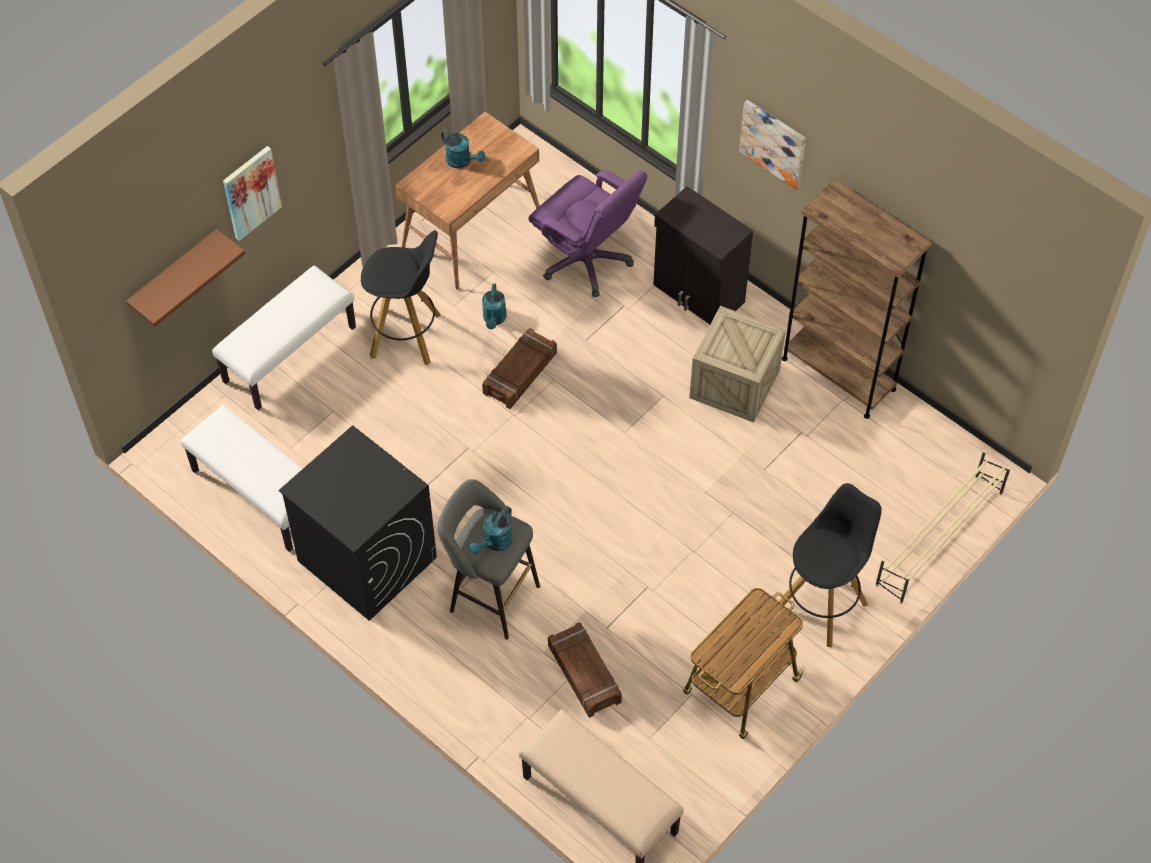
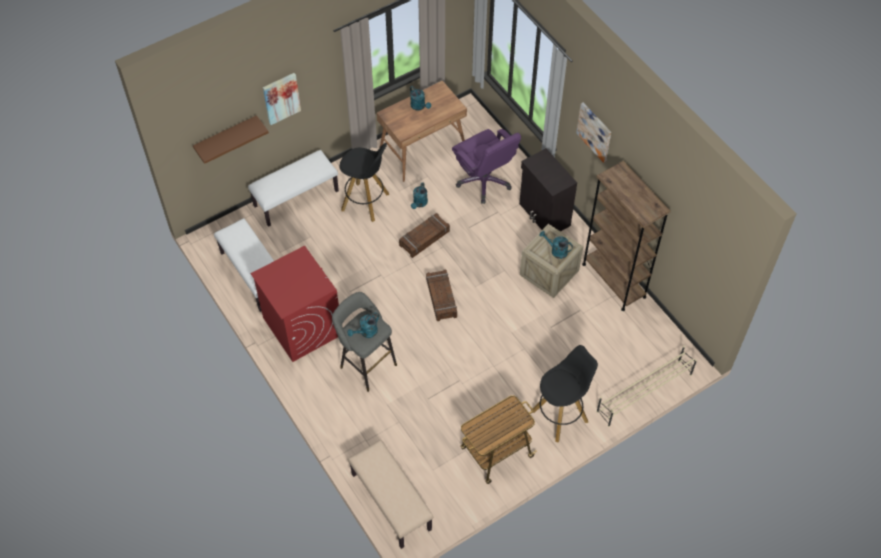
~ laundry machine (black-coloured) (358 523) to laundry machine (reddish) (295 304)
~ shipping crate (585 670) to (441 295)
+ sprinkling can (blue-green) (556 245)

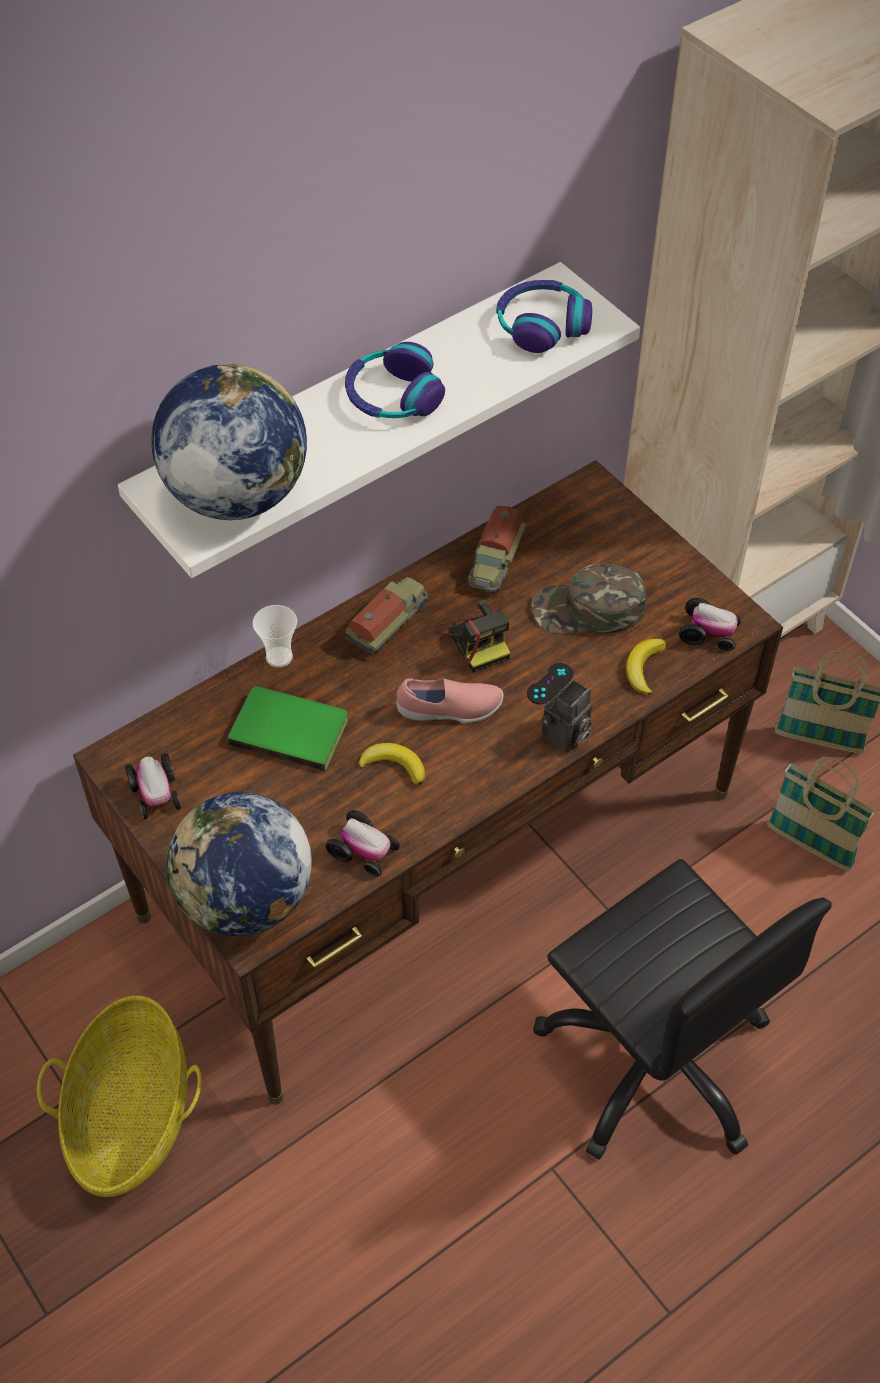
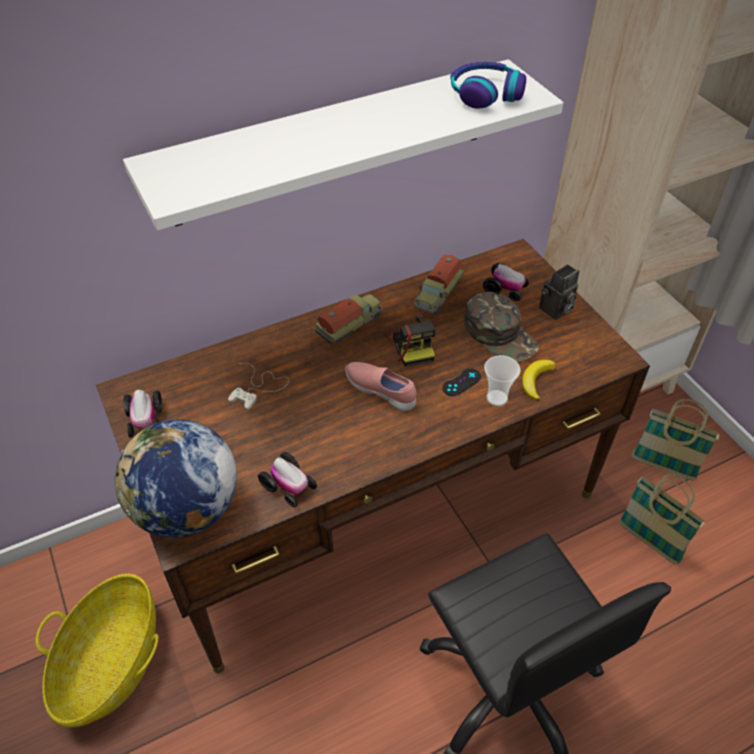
- world globe (229 442)
~ book (green-coloured) (287 729) to joypad (white-coloured) (258 386)
~ drinking cup (275 636) to (502 380)
- headset (395 380)
- banana (391 764)
~ shoe (pinkish) (449 700) = (380 386) 150 degrees counterclockwise
~ peaked cap (green-coloured) (588 598) = (501 327) 135 degrees counterclockwise
~ photo camera (567 716) to (559 292)
~ model car (710 624) to (506 282)

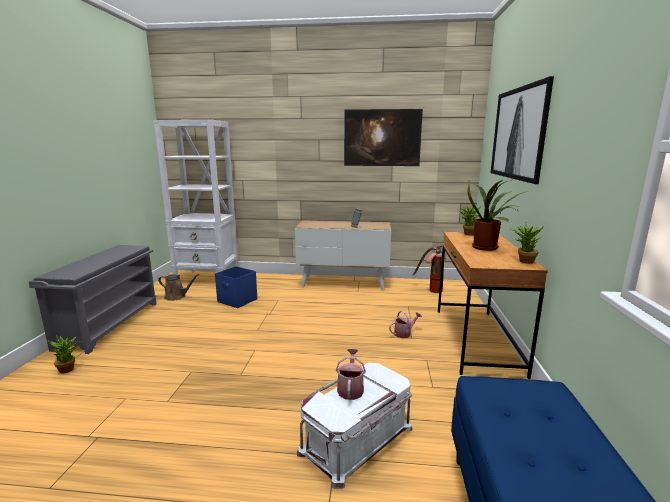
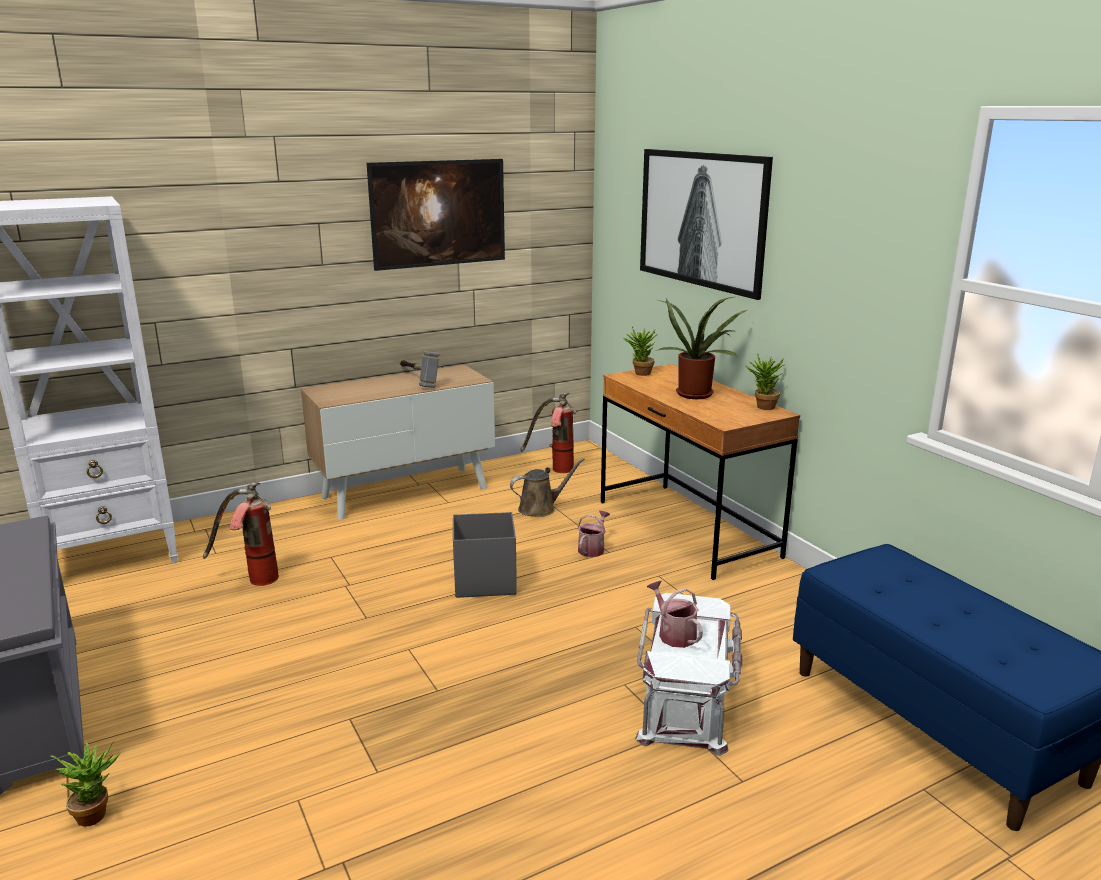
~ sprinkling can (brown-coloured) (178 287) to (547 487)
~ storage container (blue) (236 287) to extinguisher (241 534)
+ storage container (grey) (485 555)

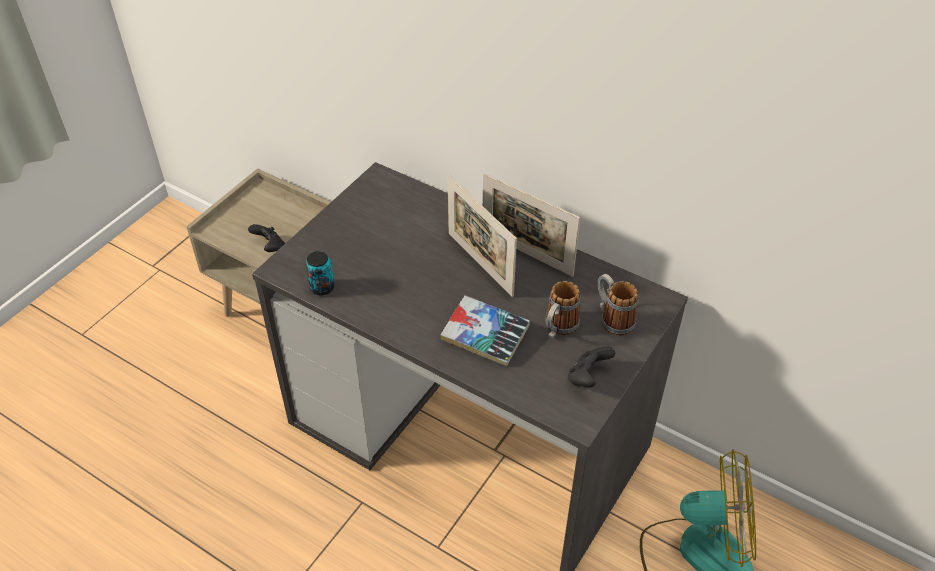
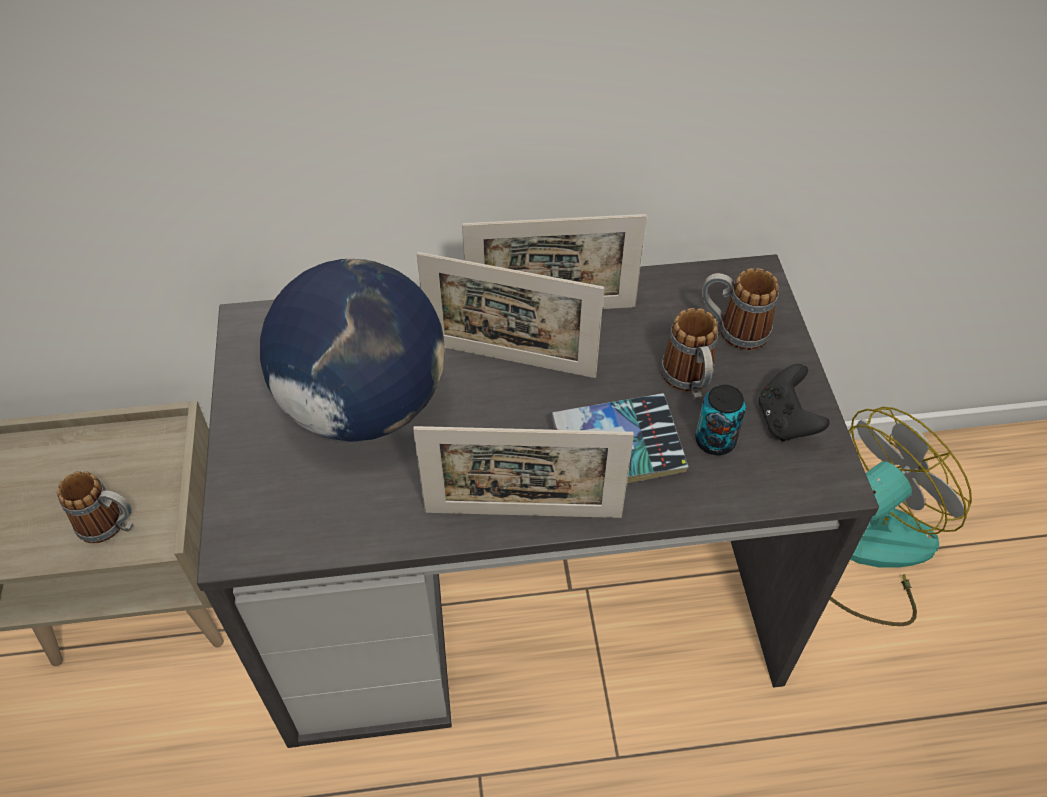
~ joypad (black-coloured) (266 238) to coffee mug (95 507)
~ sealed can (319 273) to (720 419)
+ world globe (352 350)
+ picture frame (523 472)

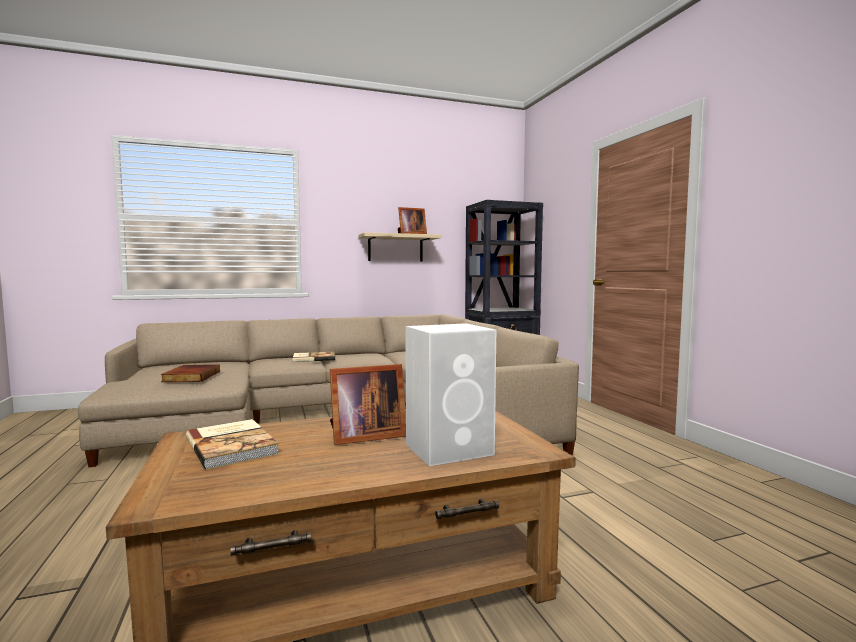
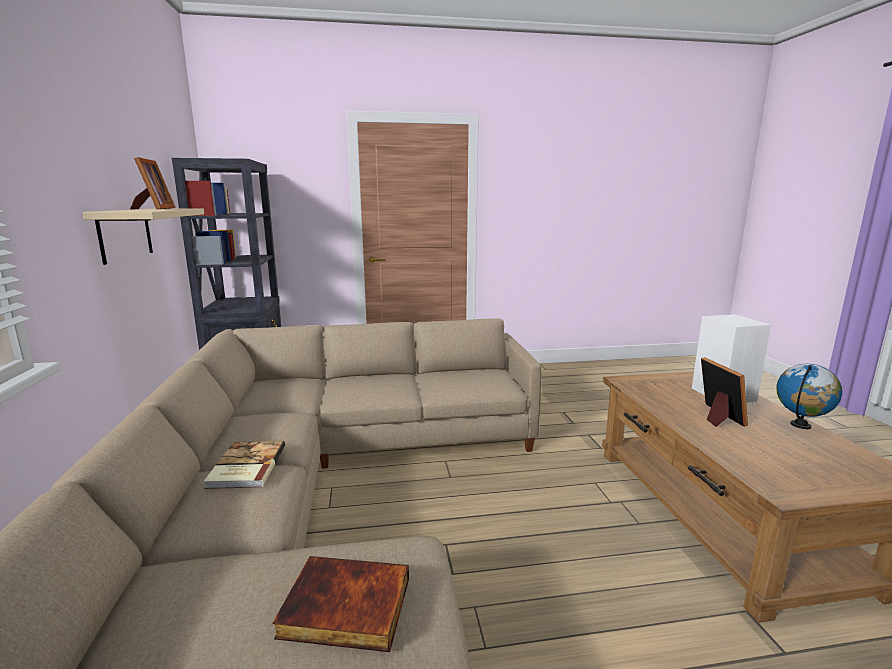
- book (232 444)
+ world globe (809 396)

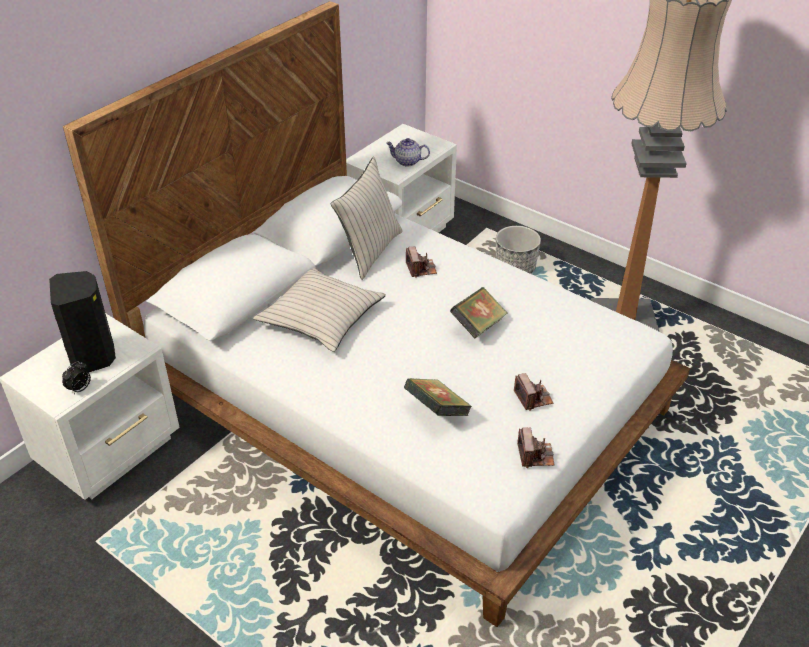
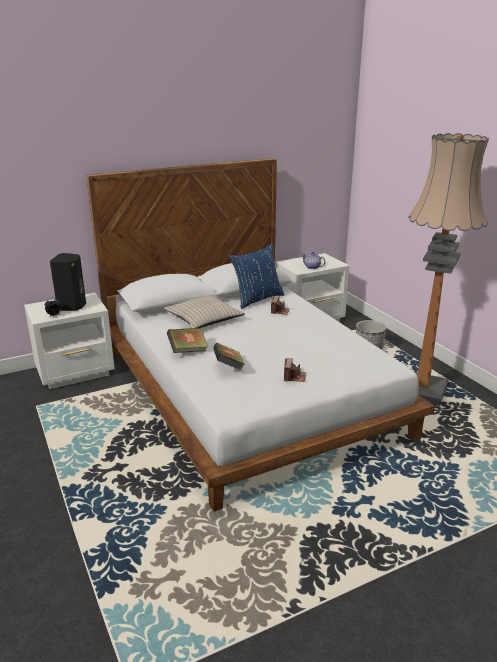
~ cushion (sand-coloured) (367 218) to cushion (blue) (256 276)
~ book (478 313) to (188 340)
- photo camera (536 448)

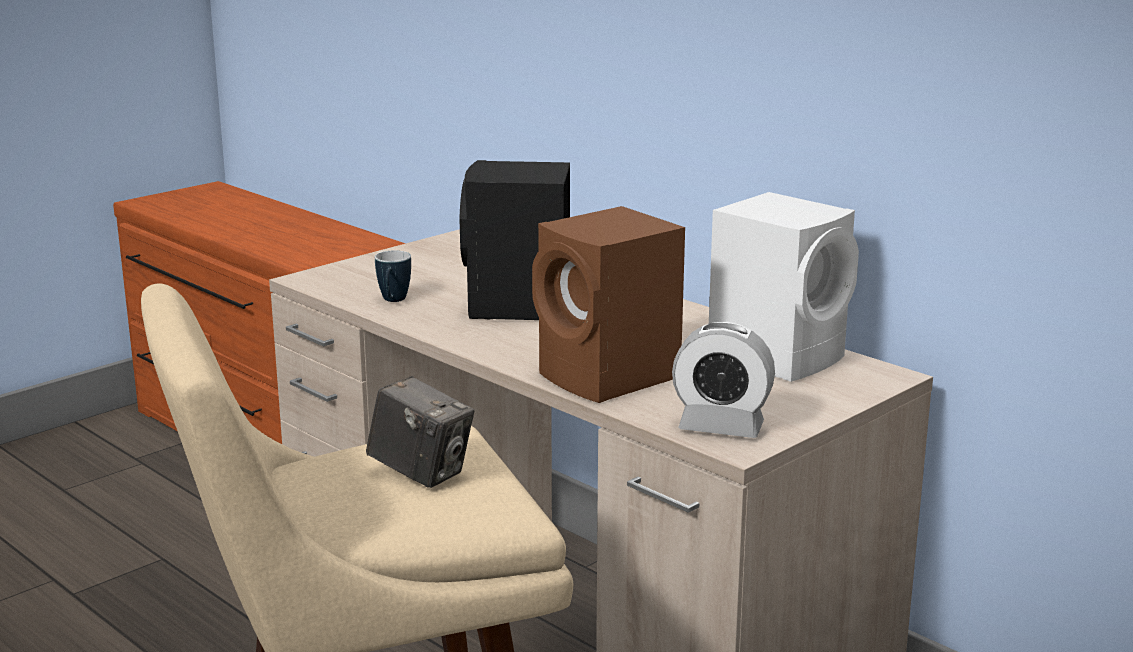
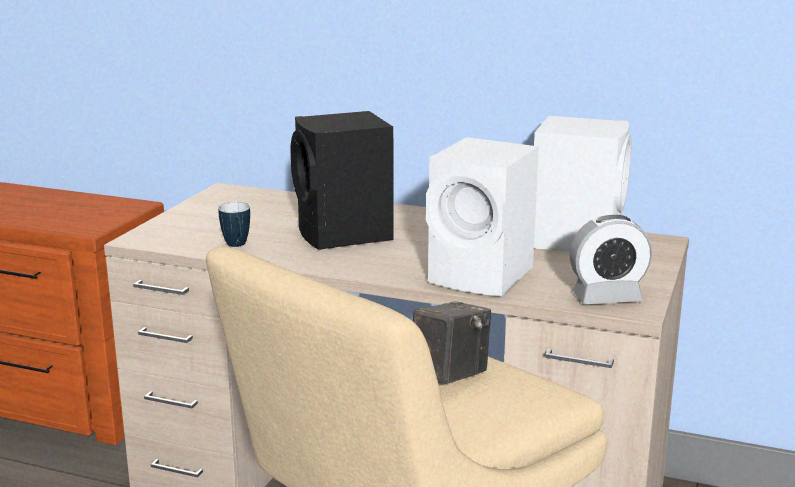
~ photo camera (420 432) = (452 342) 60 degrees counterclockwise
~ speaker (brown-coloured) (608 304) to speaker (white-coloured) (482 216)

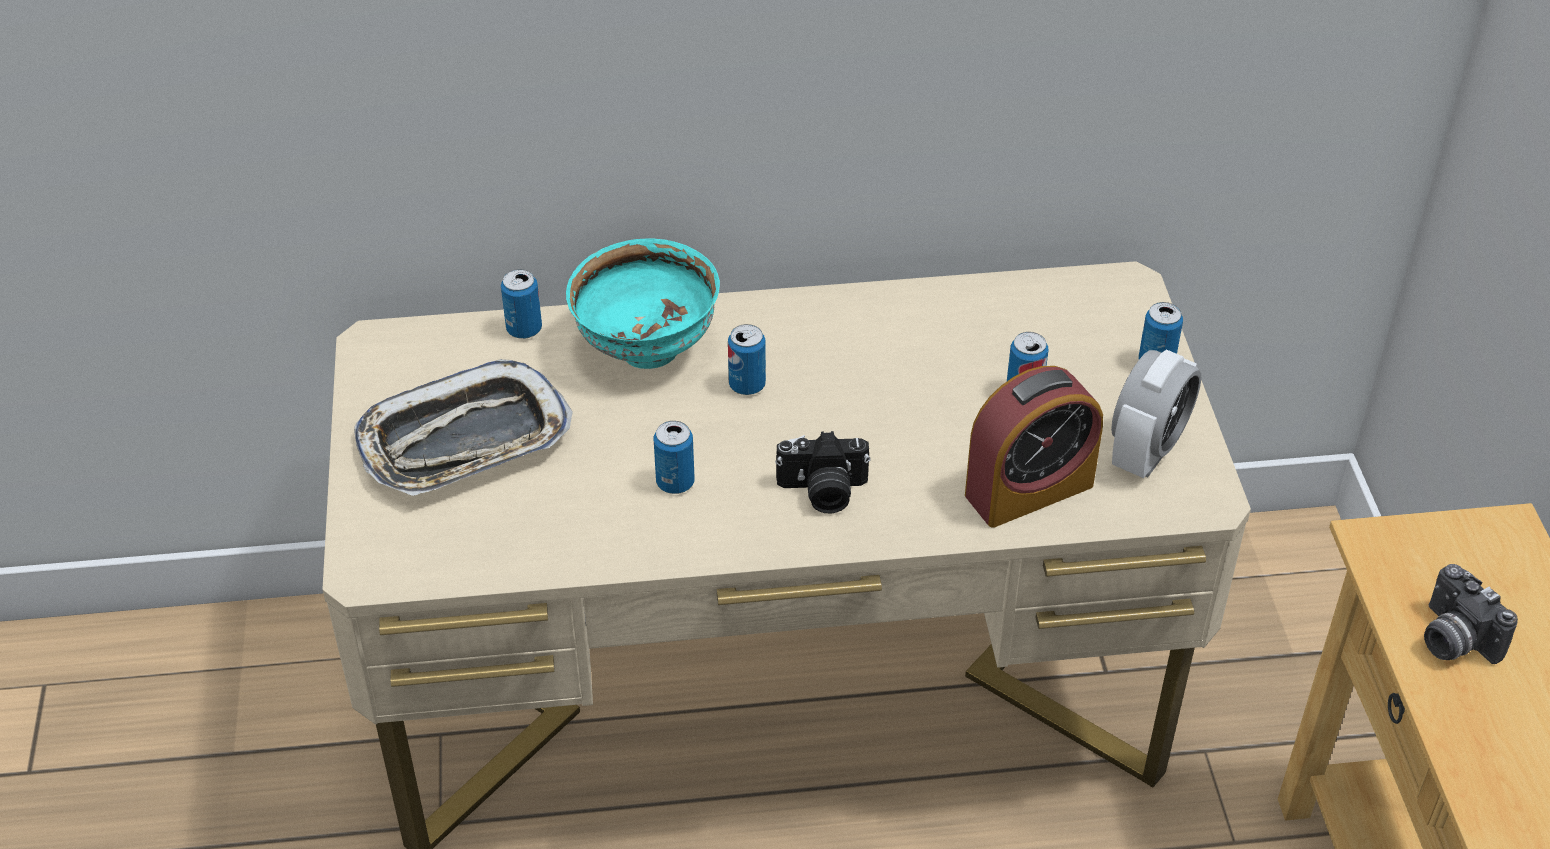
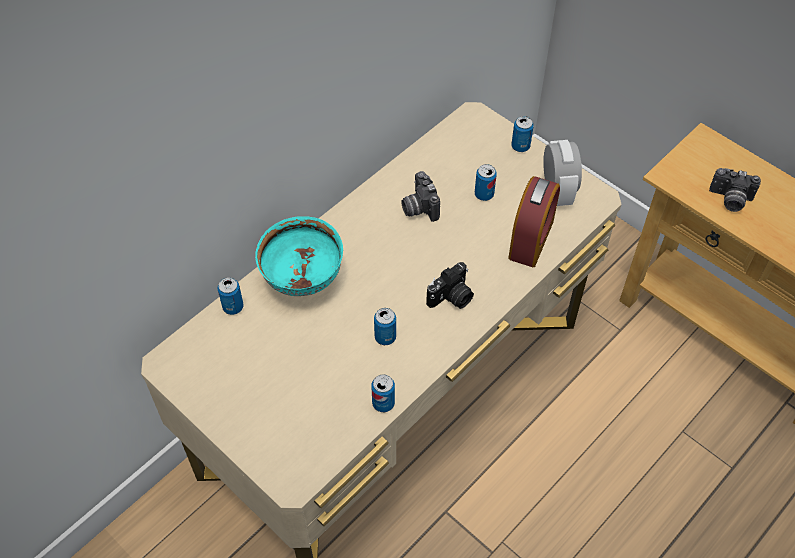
- serving tray (463 427)
~ sealed can (747 359) to (383 393)
+ photo camera (420 196)

